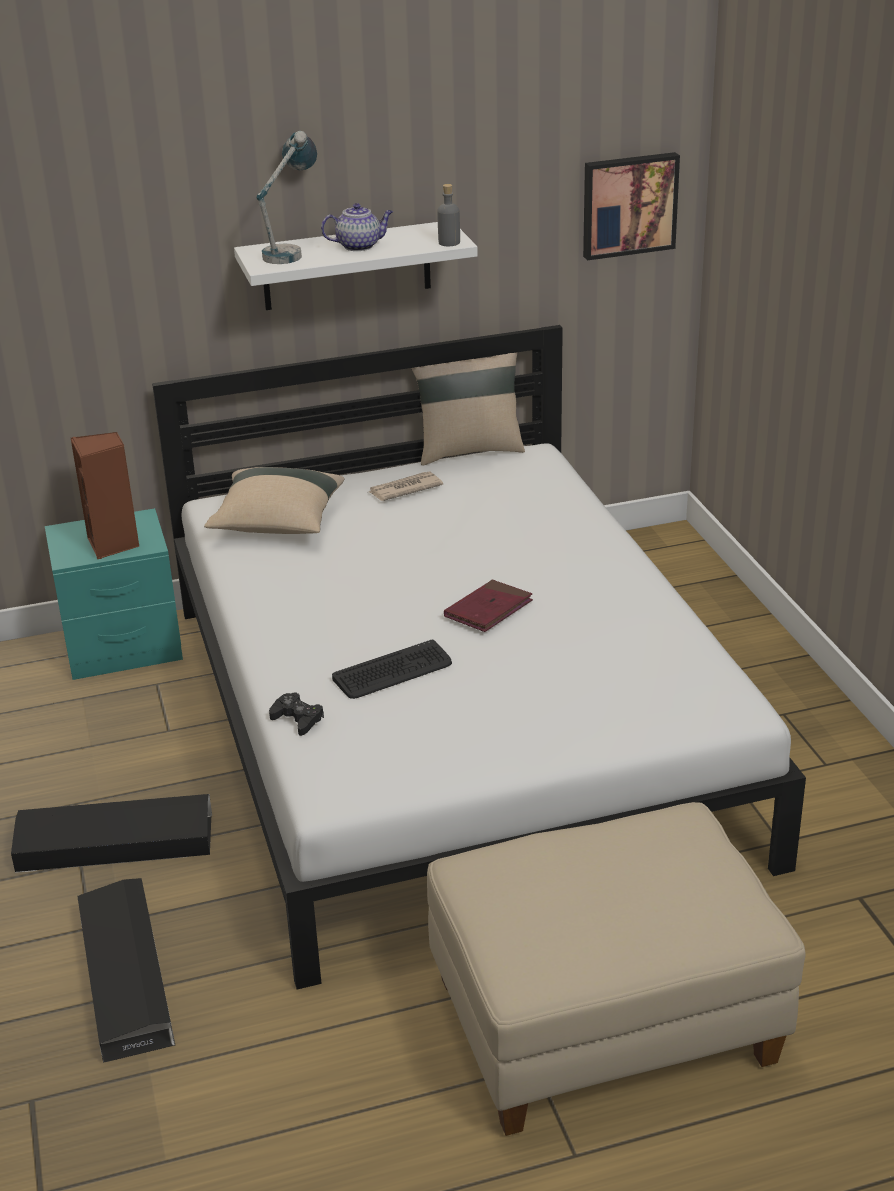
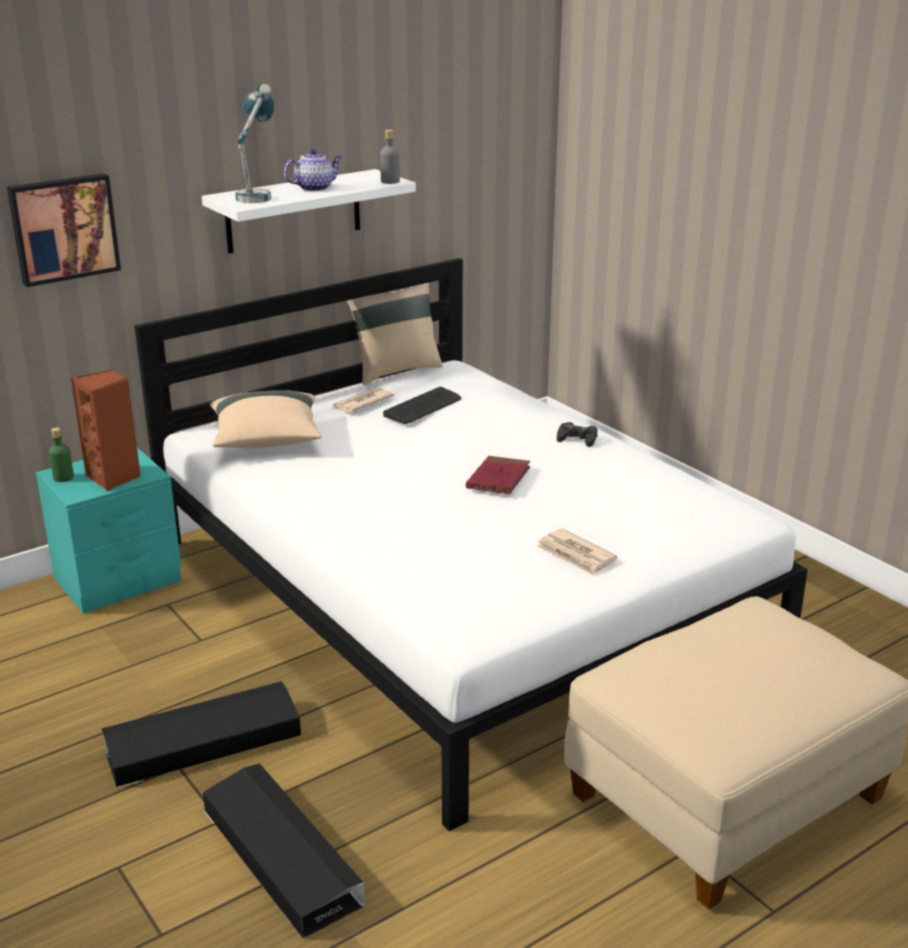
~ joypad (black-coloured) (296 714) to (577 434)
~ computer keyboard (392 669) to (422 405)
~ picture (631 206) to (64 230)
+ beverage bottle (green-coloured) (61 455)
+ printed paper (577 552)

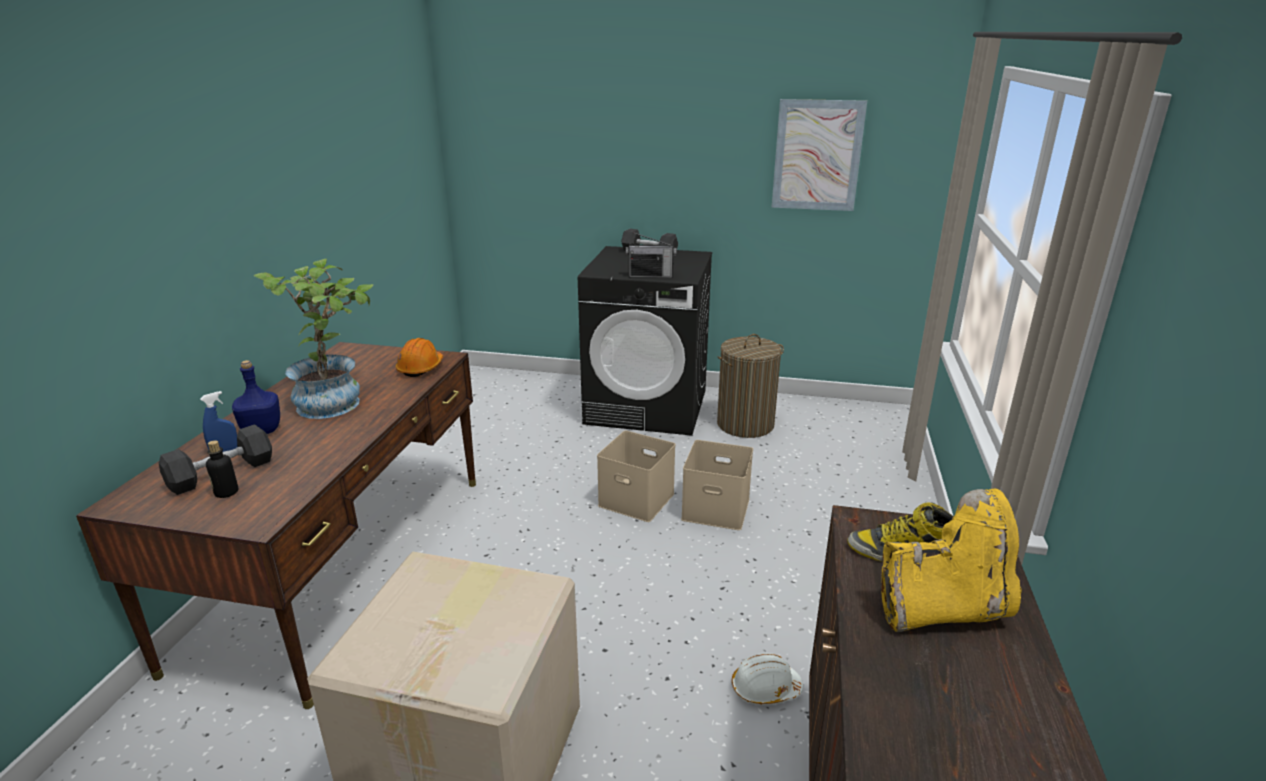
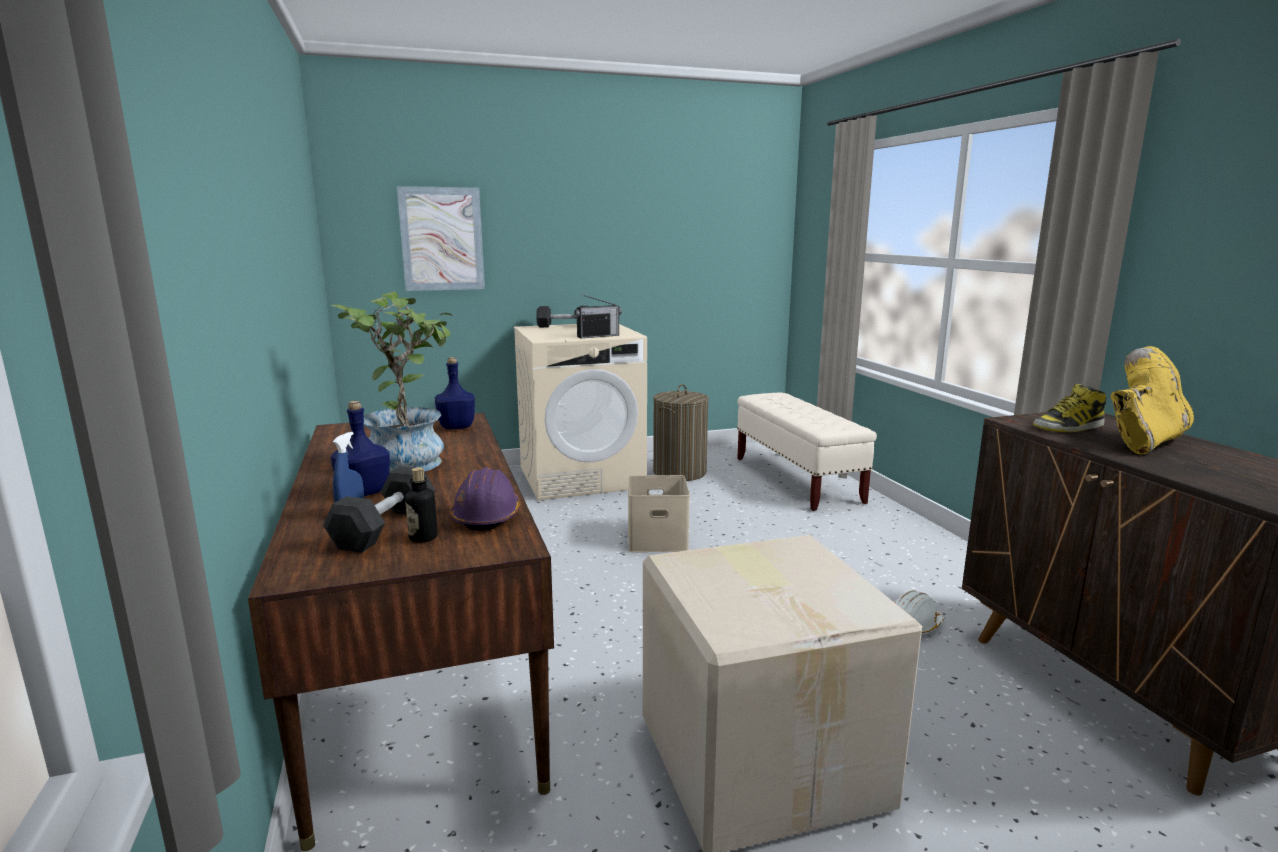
~ hard hat (orange-coloured) (419 357) to beverage bottle (blue) (455 393)
~ laundry machine (black-coloured) (645 341) to laundry machine (sand-coloured) (580 412)
- storage container (sand-coloured) (717 485)
~ picture (819 155) to (441 238)
+ hard hat (purple) (485 499)
+ bench (sand-coloured) (807 452)

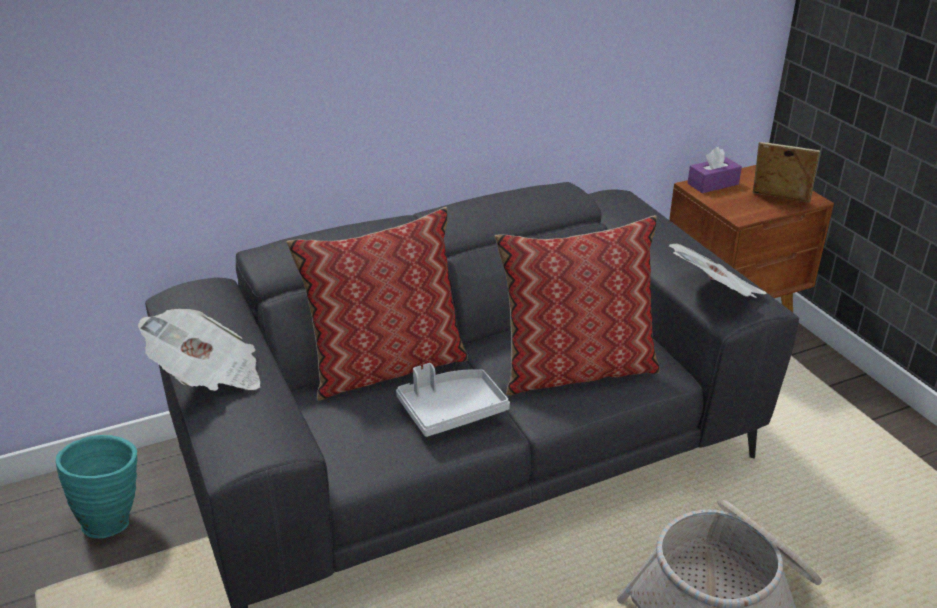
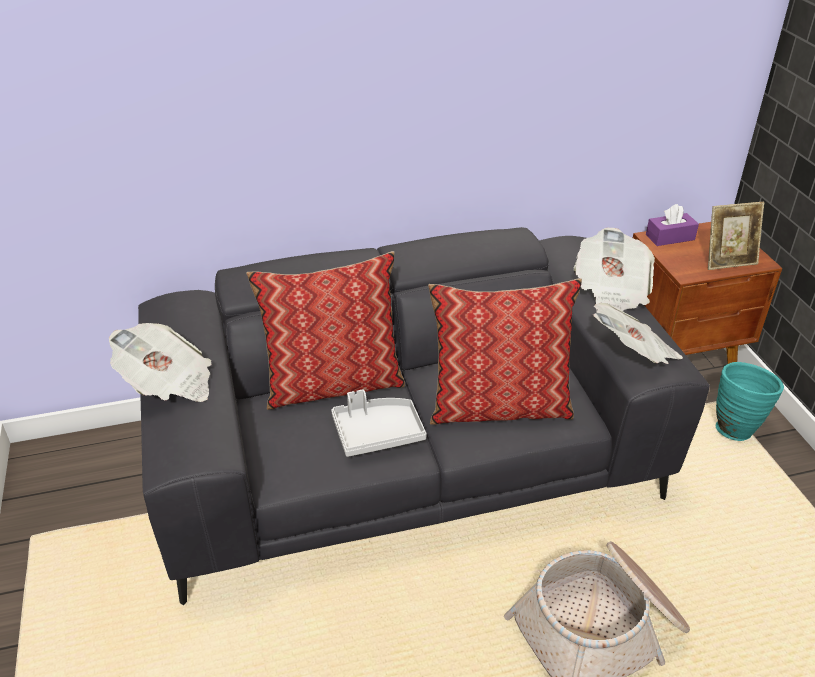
~ decorative vase (blue-green) (97 486) to (750 401)
~ picture frame (786 172) = (736 236) 135 degrees clockwise
+ printed paper (614 269)

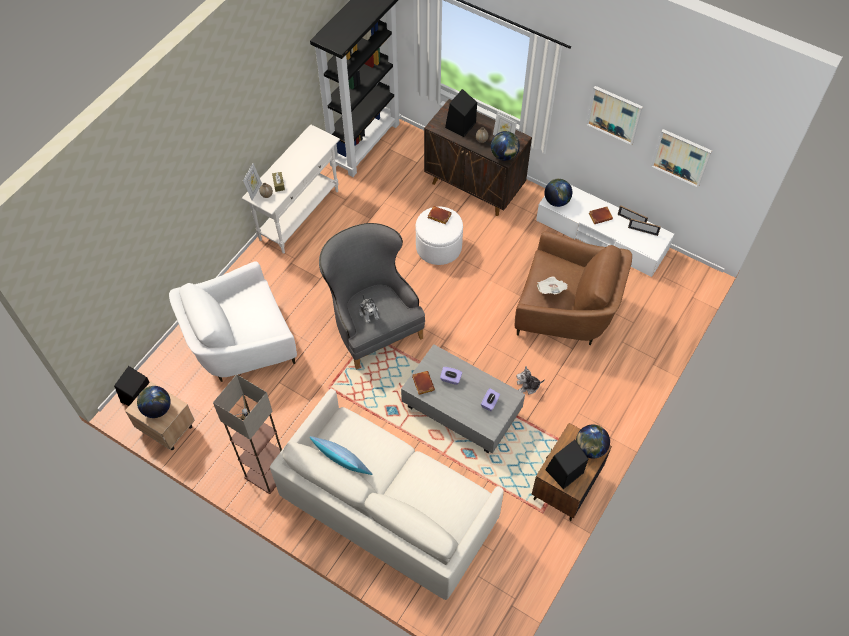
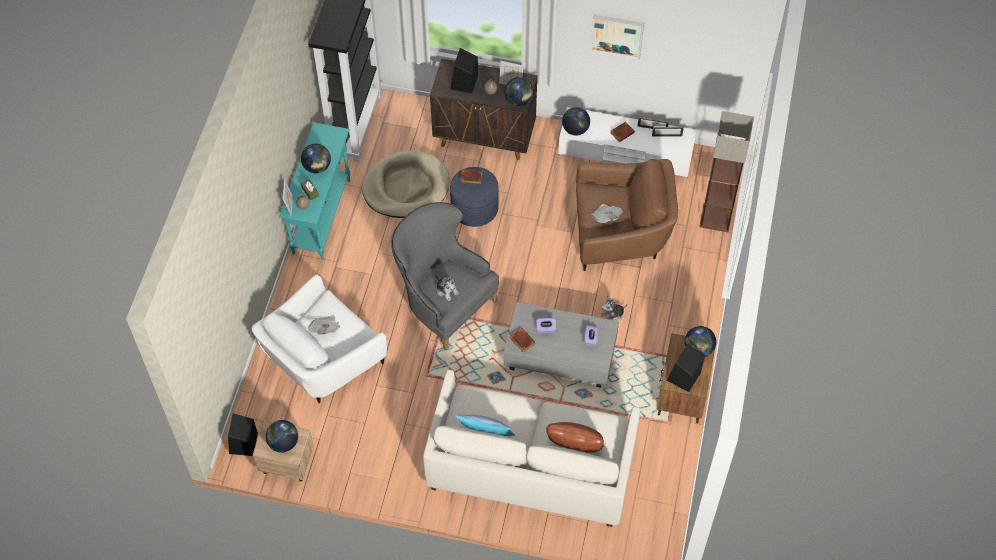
~ standard lamp (247 434) to (726 171)
~ narrow table (white-coloured) (291 189) to narrow table (blue-green) (314 191)
~ ottoman (white-coloured) (439 236) to ottoman (blue) (474 197)
- picture (681 158)
+ world globe (316 158)
+ printed paper (324 325)
+ pet bed (sand-coloured) (406 184)
+ cushion (brown-coloured) (575 437)

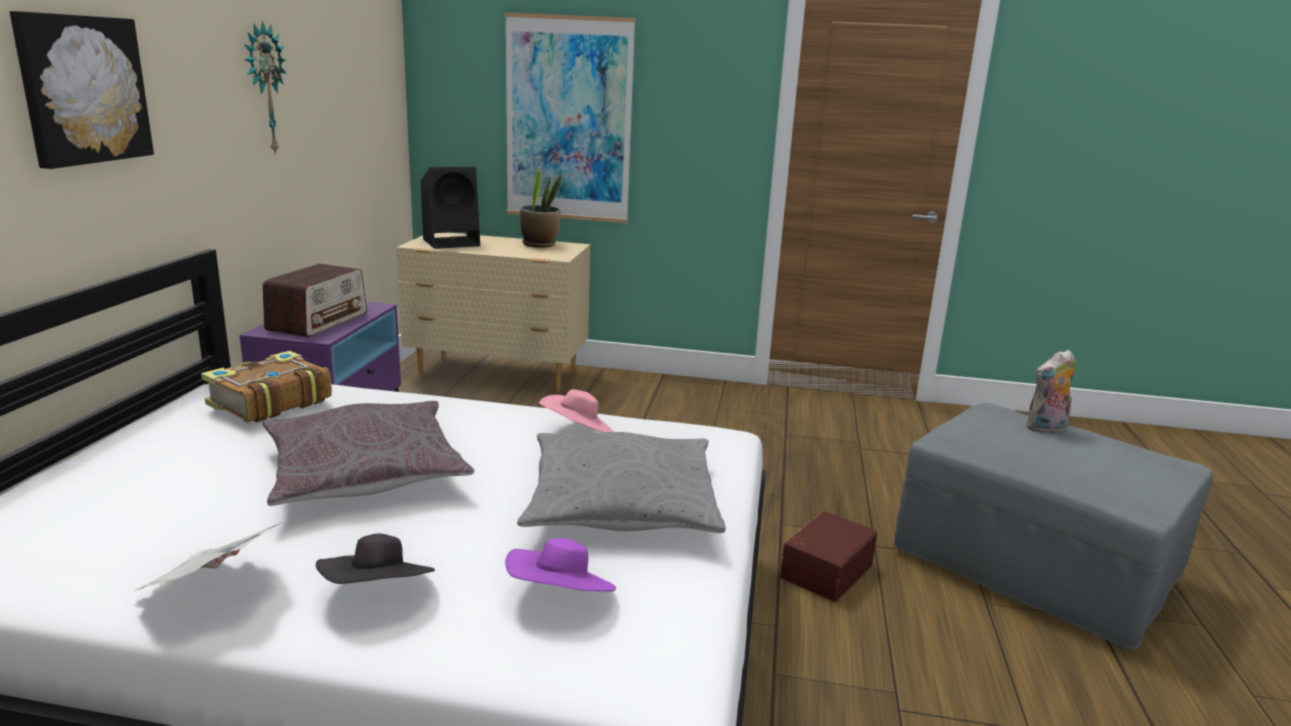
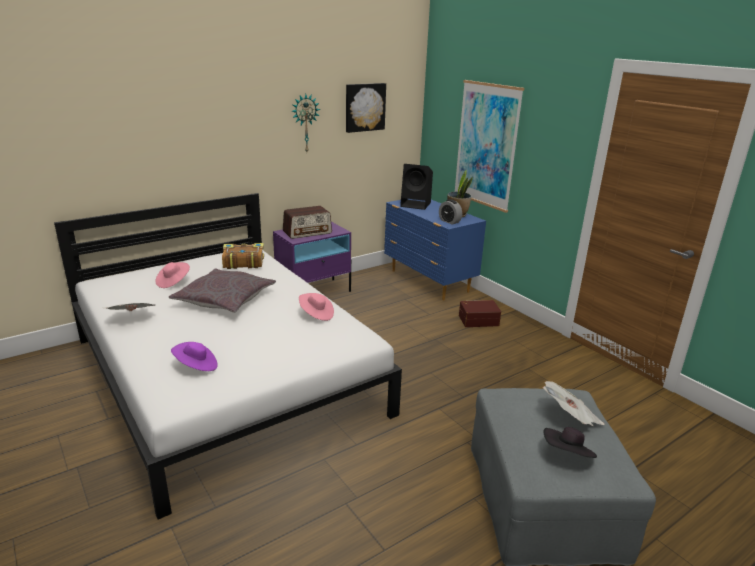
~ picture (81 90) to (366 108)
~ hat (black-coloured) (375 558) to (570 442)
~ chest of drawers (sand-coloured) (493 312) to chest of drawers (blue) (435 249)
- cushion (grey) (621 482)
~ storage container (brown-coloured) (828 556) to (480 313)
~ soft toy (1050 391) to printed paper (574 403)
+ hat (pinkish) (172 275)
+ table clock (450 212)

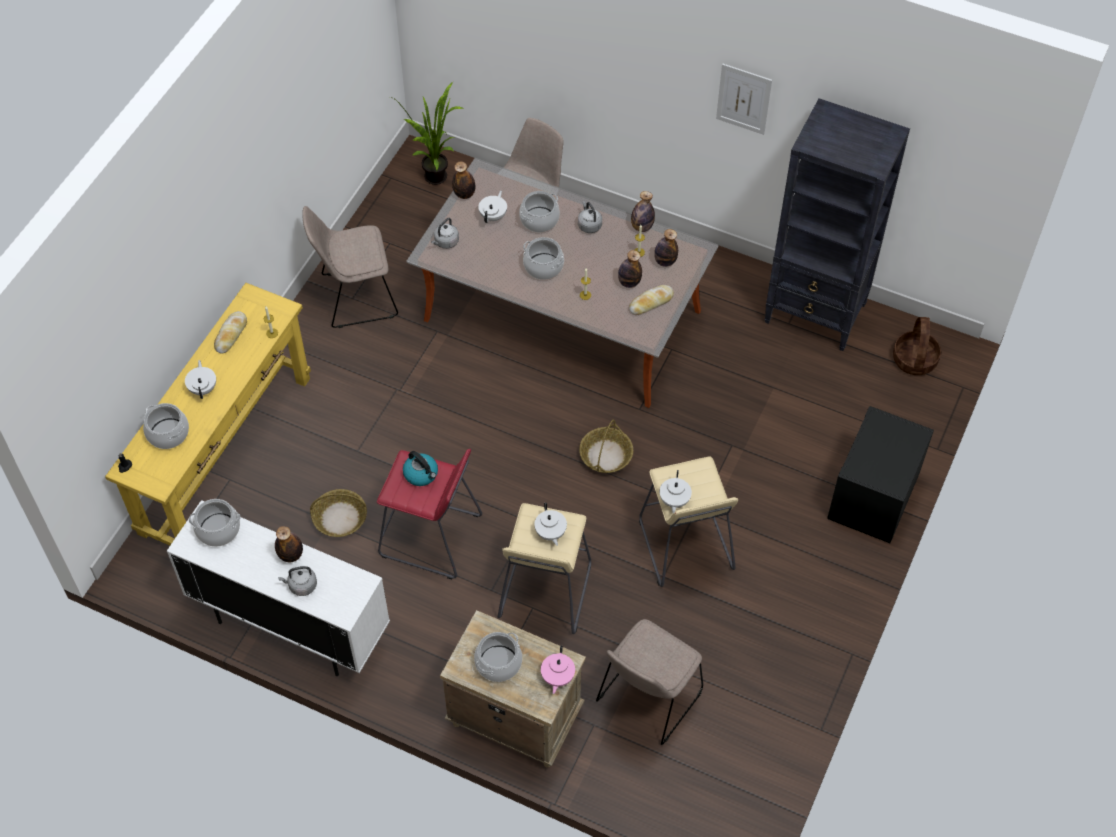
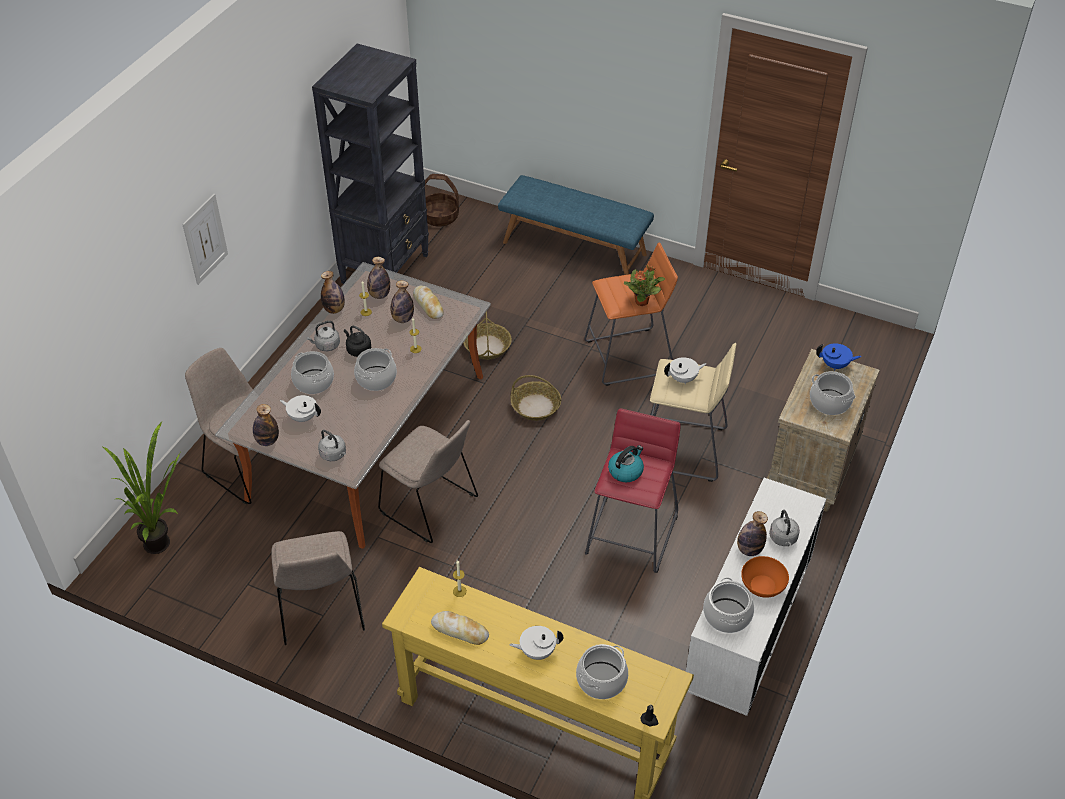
~ storage basket (338 513) to (487 335)
~ teapot (pinkish) (558 669) to teapot (blue) (838 357)
~ plain chair (sand-coloured) (649 682) to (428 481)
~ stool (sand-coloured) (688 521) to stool (orange-coloured) (631 314)
~ teapot (white-coloured) (676 491) to plant in a pot (644 285)
~ picture (744 99) to (205 239)
~ nightstand (black-coloured) (880 474) to bench (blue) (576 225)
+ water kettle (black-coloured) (357 341)
+ serving bowl (orange-coloured) (765 577)

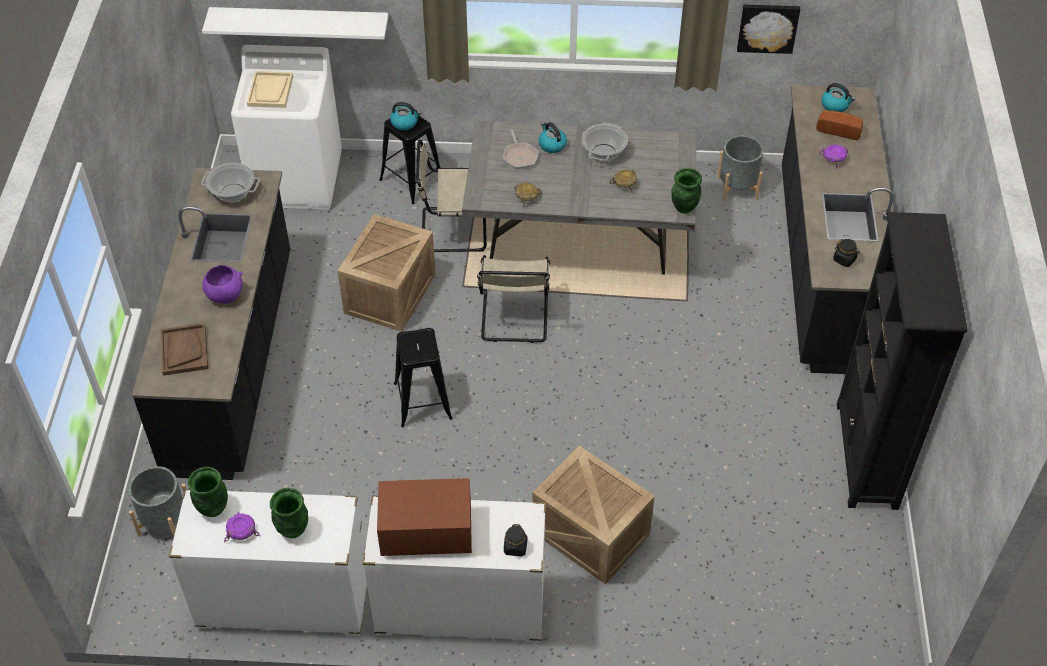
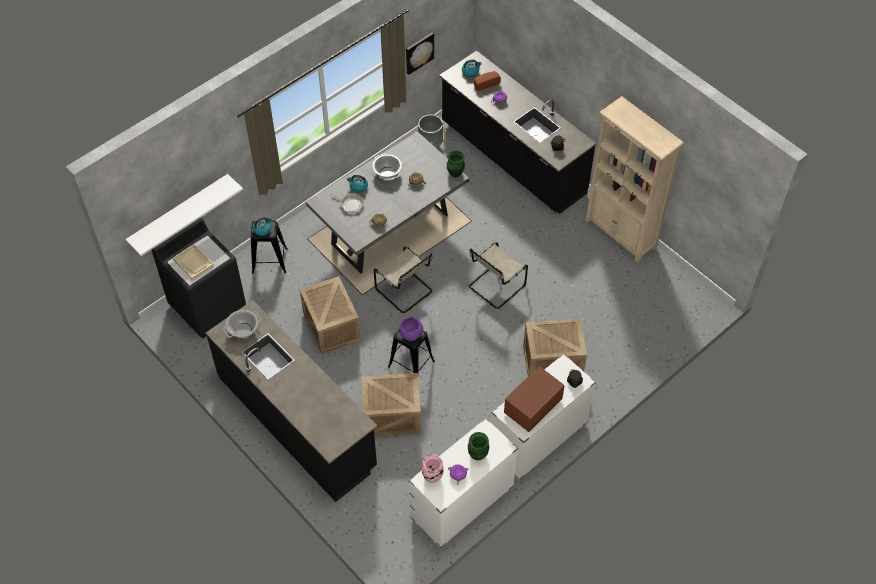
- plant pot (grey) (157 501)
- serving tray (brown-coloured) (184 349)
~ decorative vase (green-coloured) (208 492) to decorative vase (pinkish) (433 468)
~ serving bowl (purple) (222 284) to (411 328)
~ laundry machine (white-coloured) (286 127) to laundry machine (black-coloured) (199 278)
~ plain chair (sand-coloured) (451 196) to (498 276)
~ bookcase (black-coloured) (902 361) to bookcase (sand-coloured) (634 179)
+ shipping crate (391 404)

